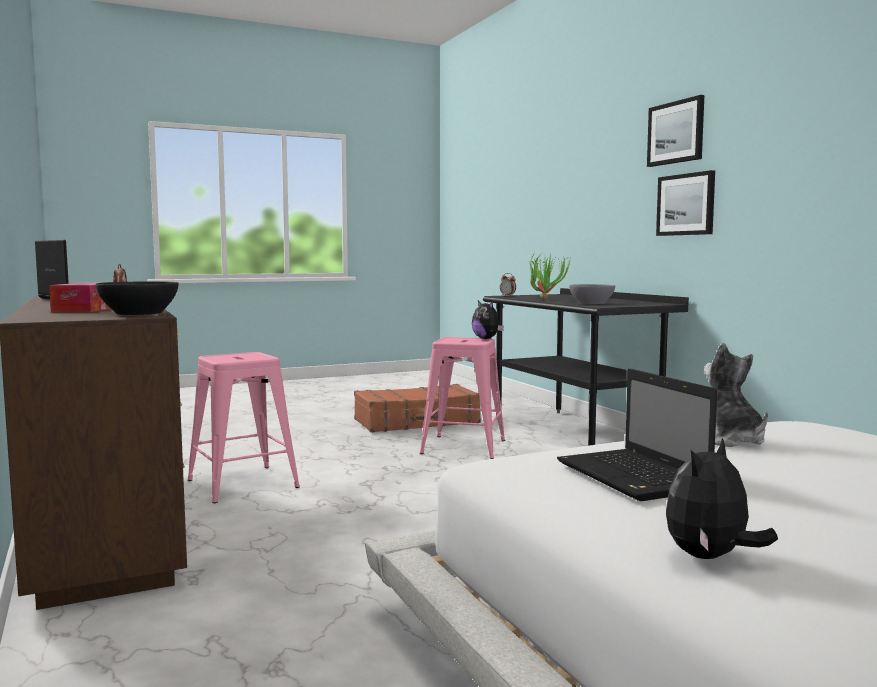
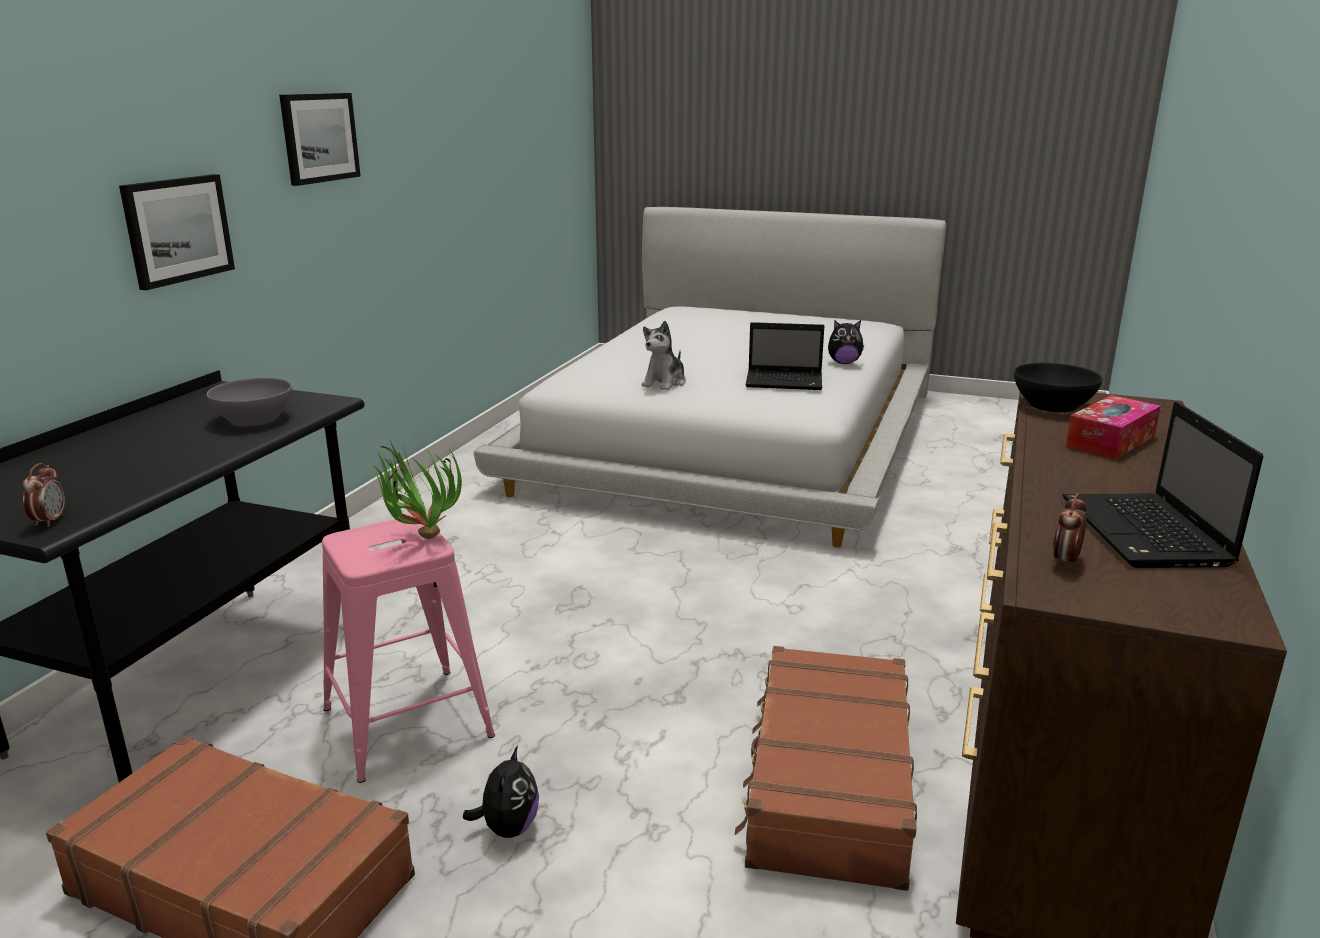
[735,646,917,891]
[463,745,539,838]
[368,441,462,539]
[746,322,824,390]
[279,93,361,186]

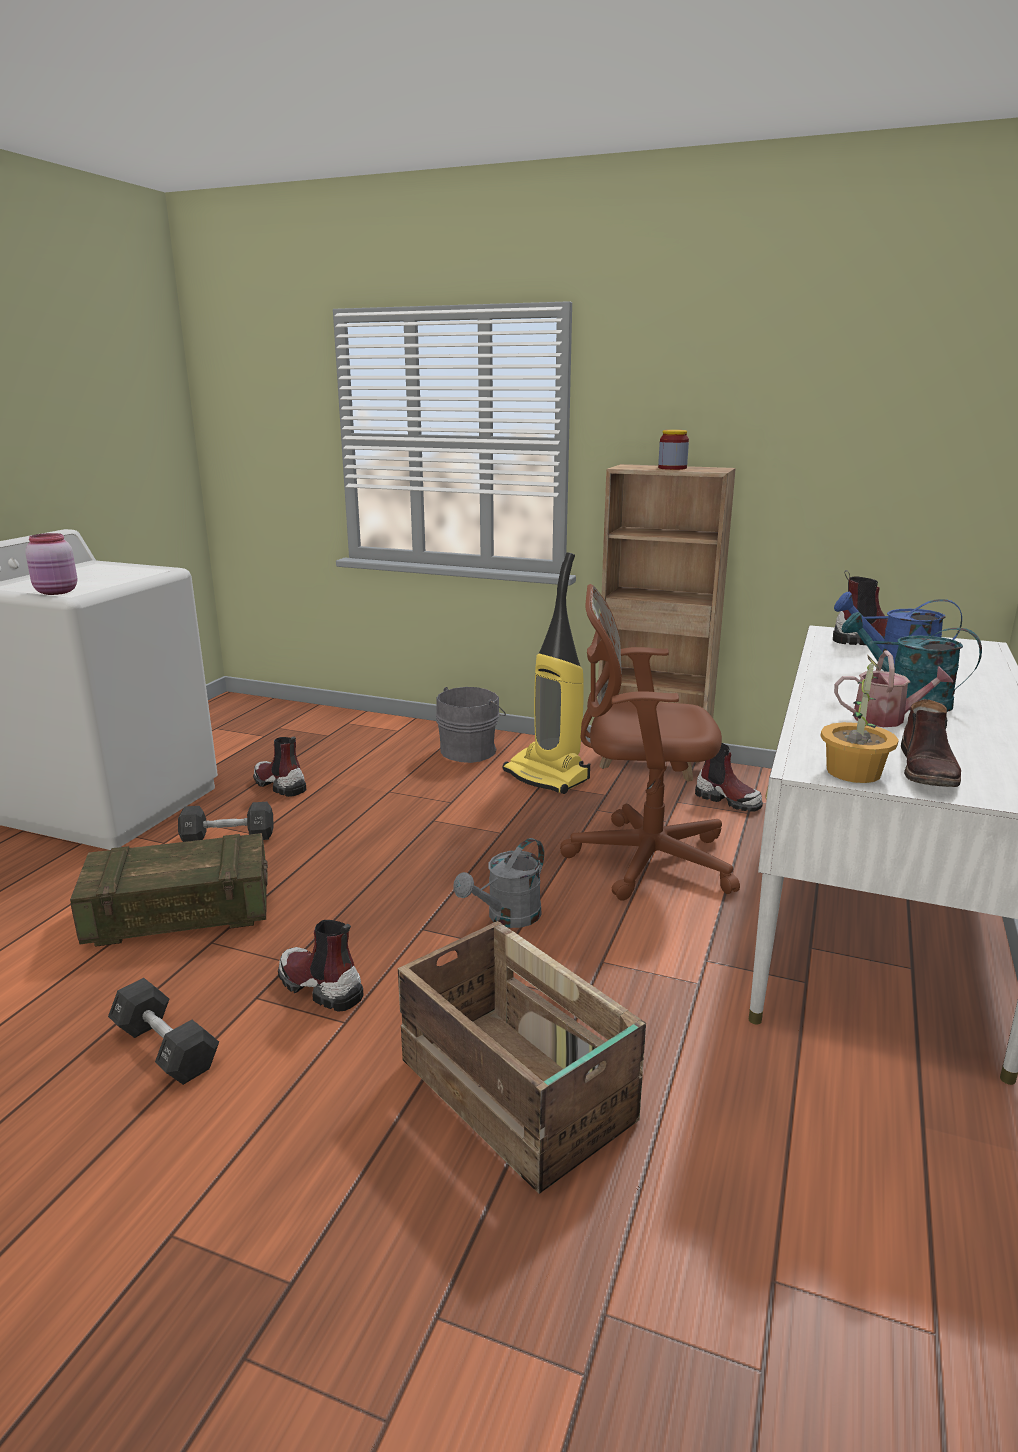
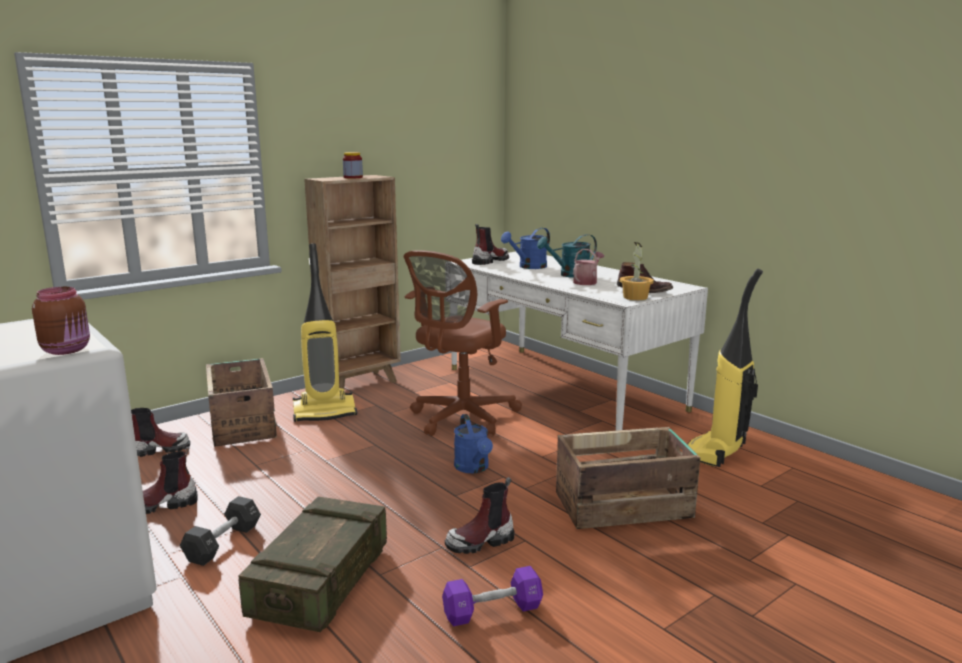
[32,287,90,355]
[442,566,543,627]
[206,358,277,447]
[454,414,493,473]
[131,408,190,457]
[682,269,763,467]

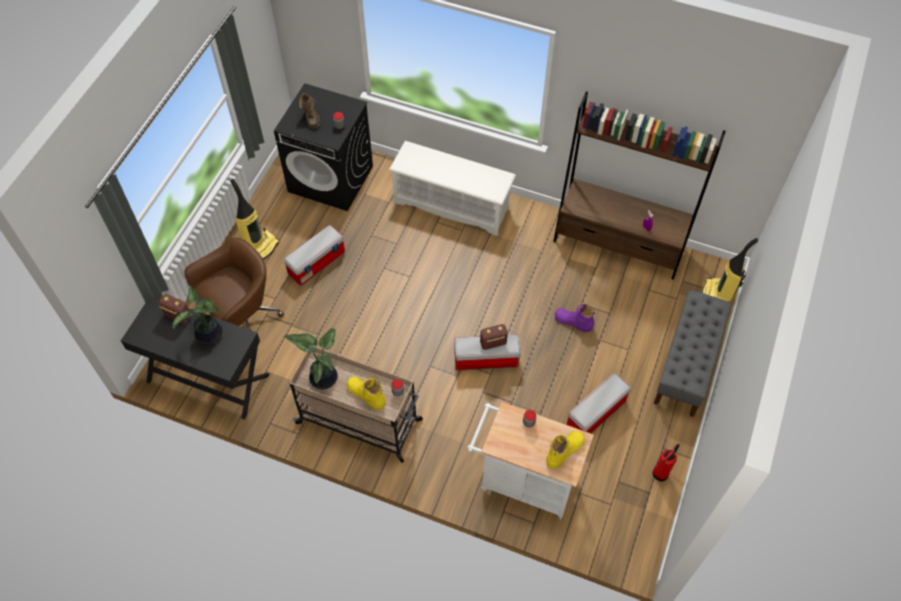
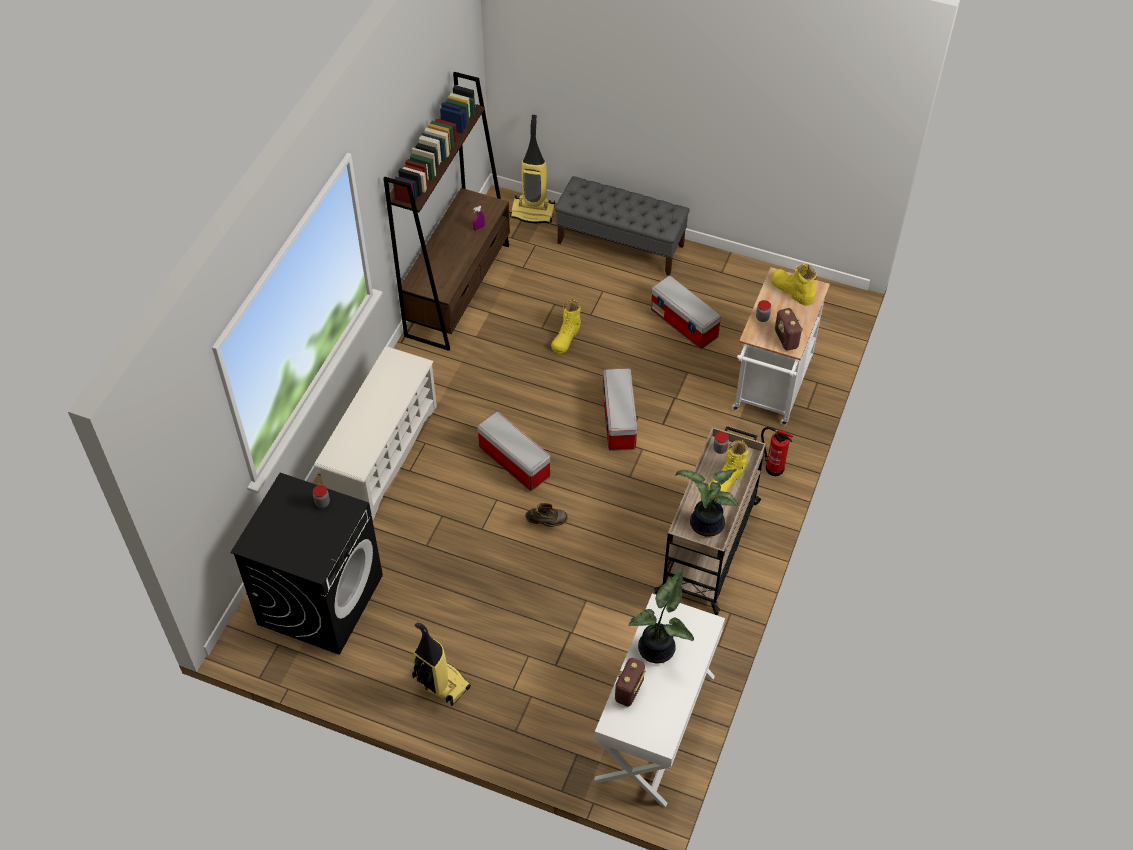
[594,594,725,807]
[184,237,284,330] (first image)
[477,412,550,491]
[525,503,568,527]
[775,308,803,351]
[551,300,581,354]
[761,427,794,476]

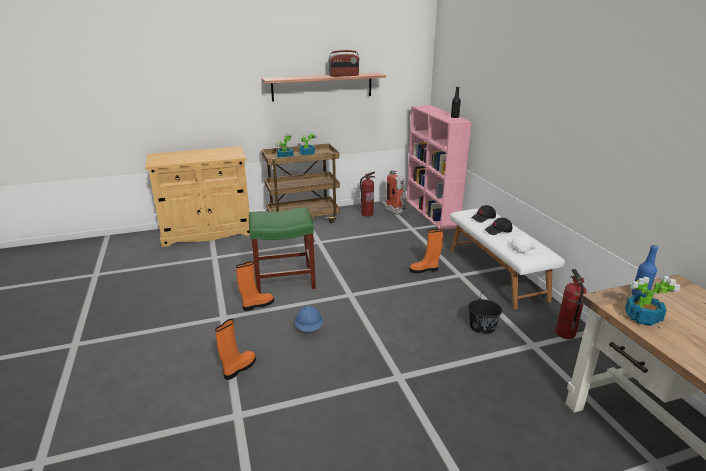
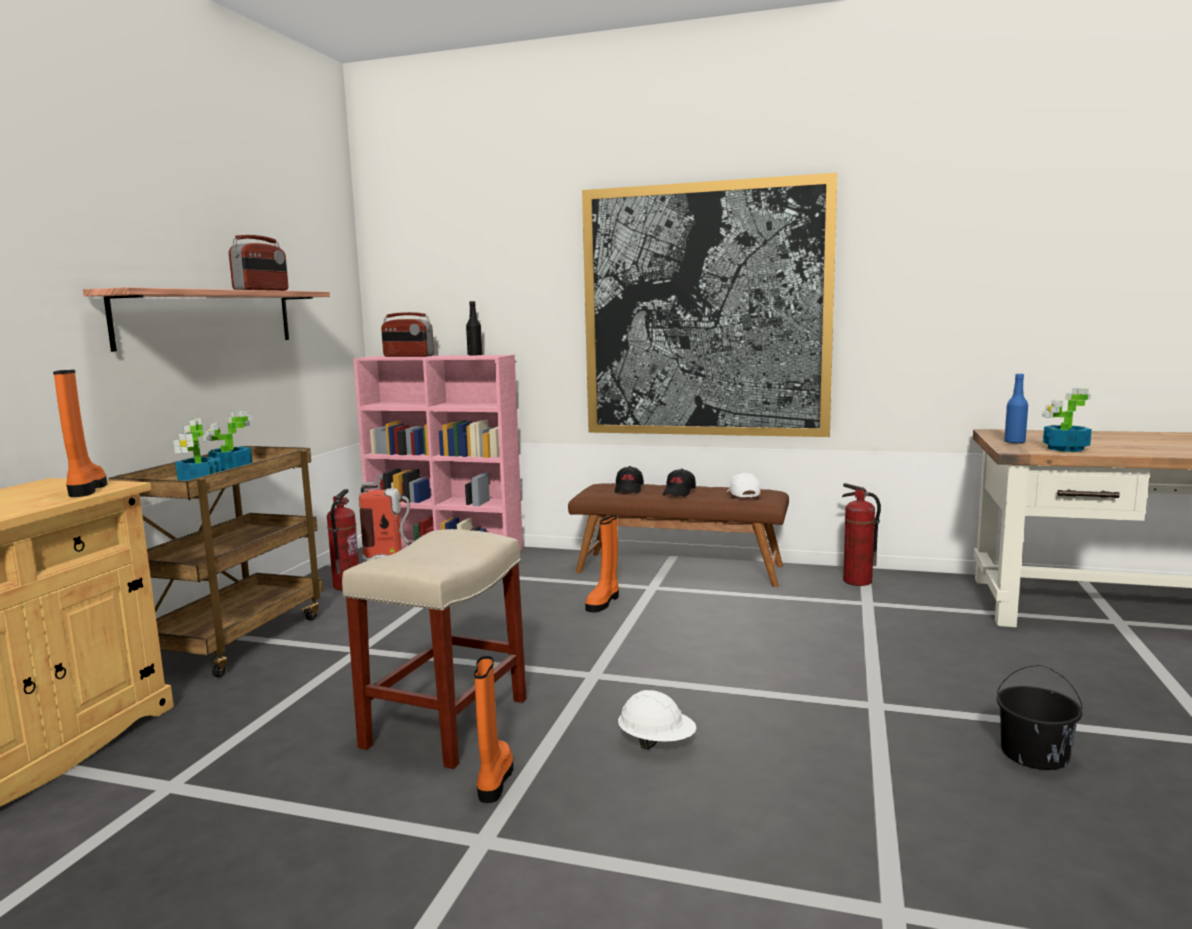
[53,370,107,497]
[342,529,527,769]
[618,690,696,749]
[568,483,789,587]
[997,665,1082,770]
[381,312,434,357]
[582,173,837,437]

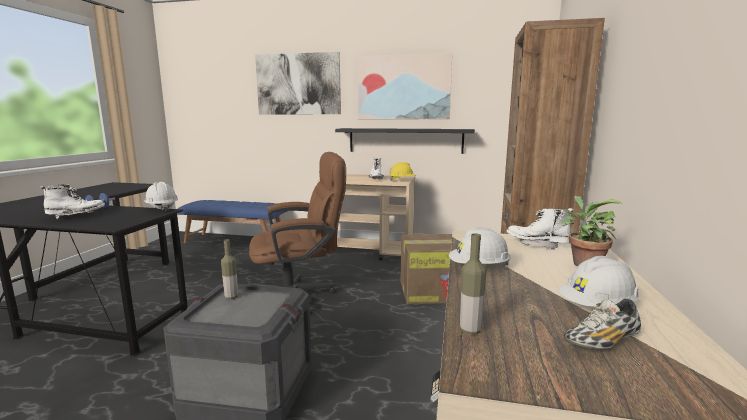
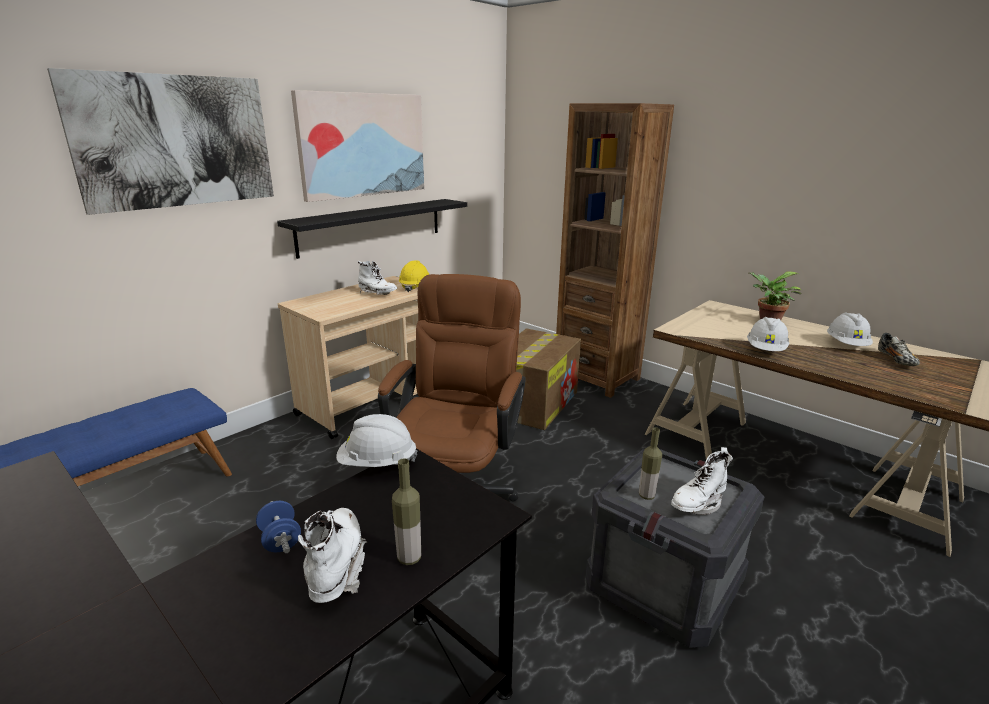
[392,458,421,565]
[671,447,733,515]

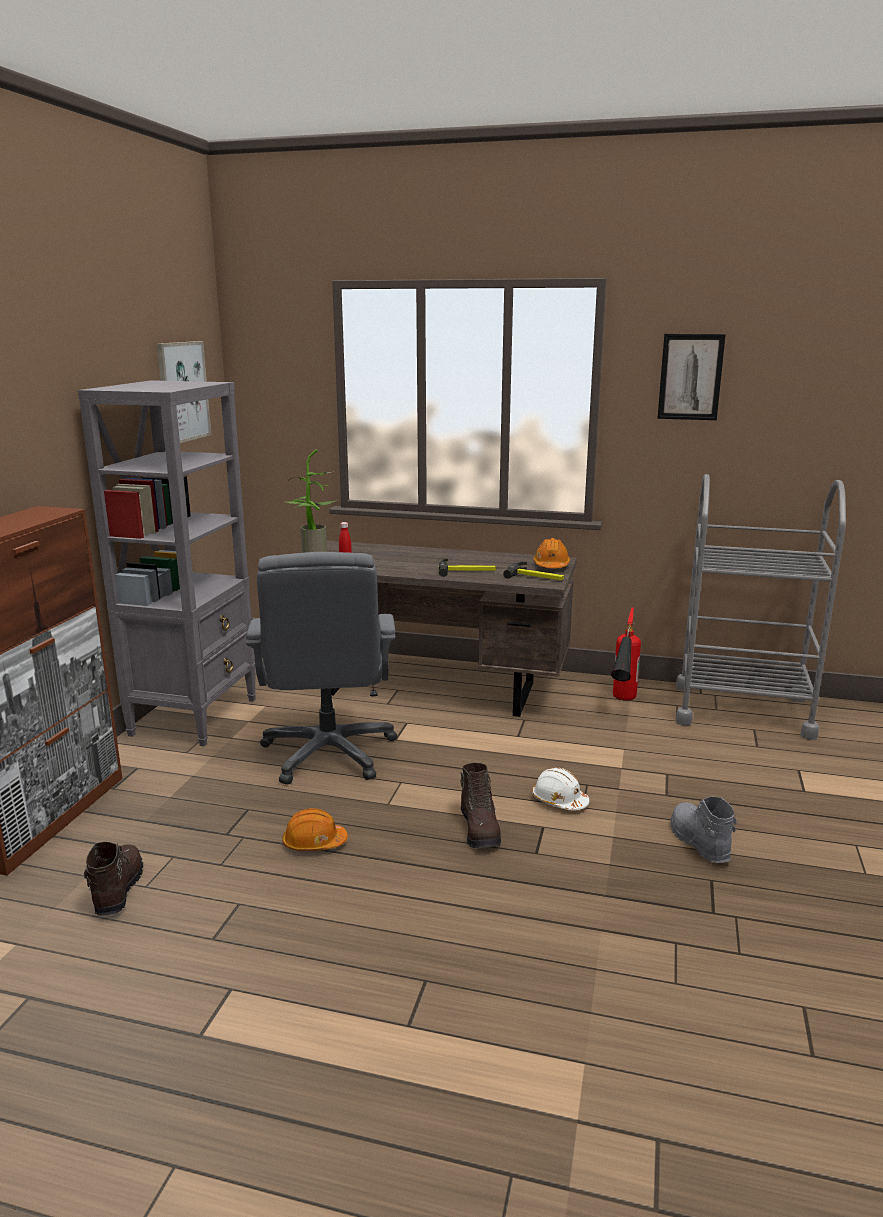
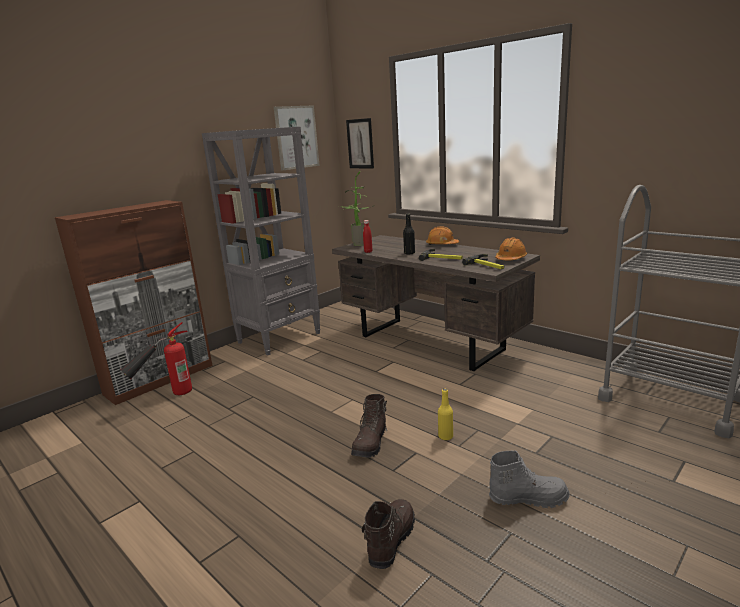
[362,499,415,569]
[246,552,397,784] (first image)
[426,226,459,245]
[438,389,453,440]
[119,322,192,395]
[346,118,374,168]
[489,450,570,508]
[403,214,415,255]

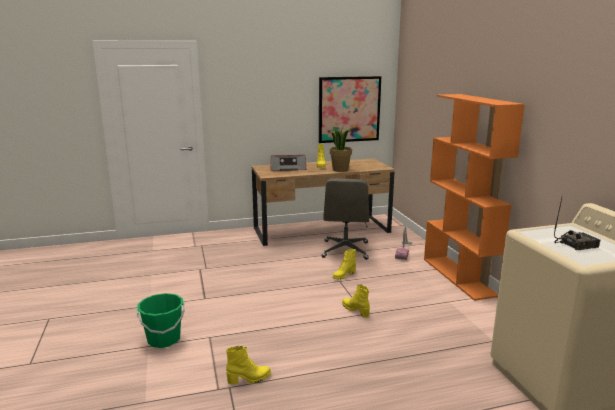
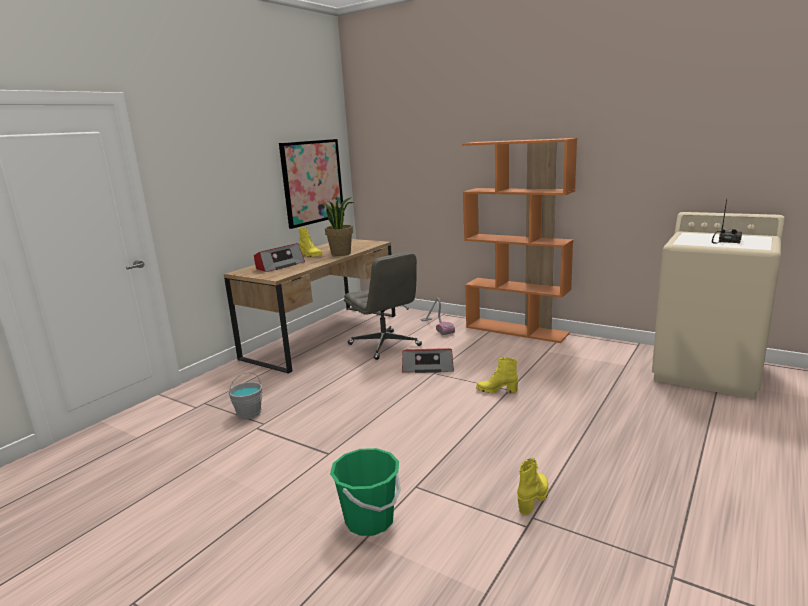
[402,348,454,373]
[228,372,262,419]

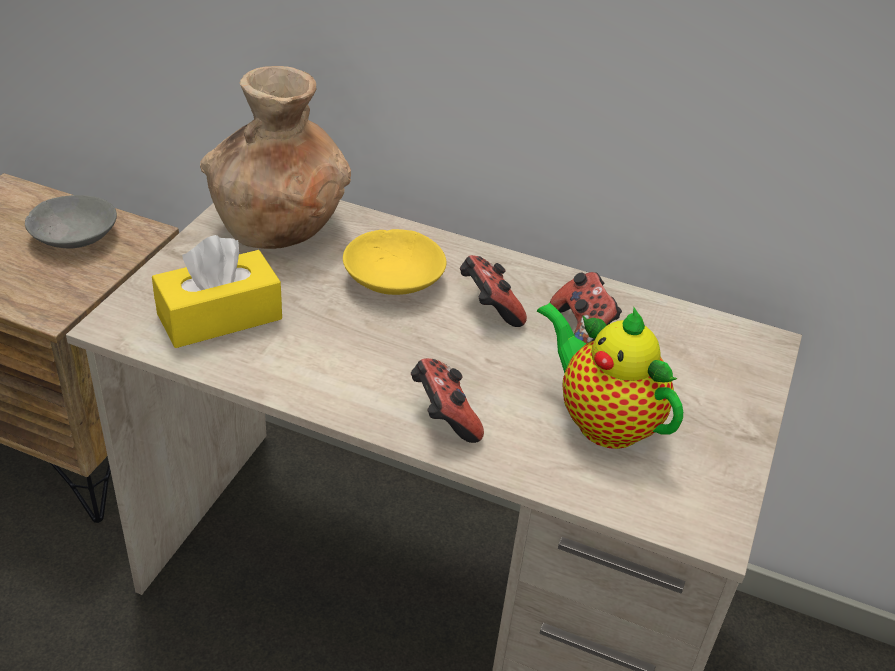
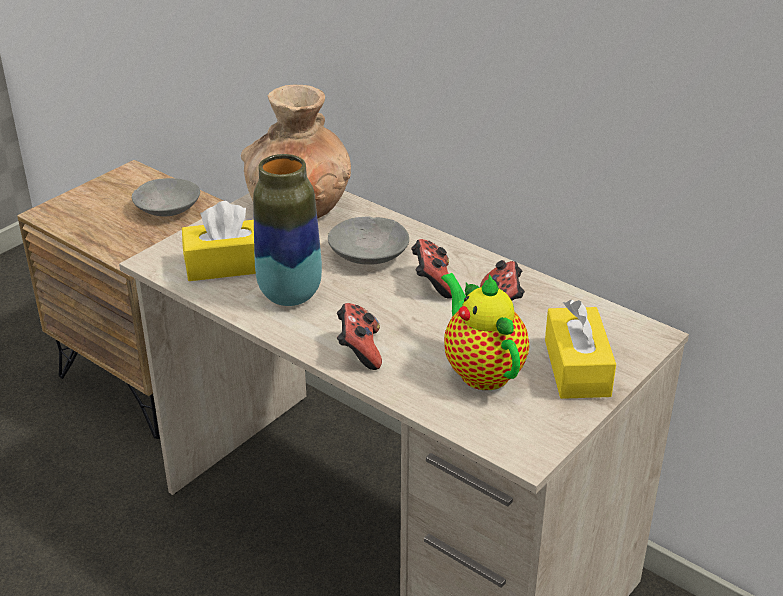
[328,216,409,265]
[253,154,322,306]
[545,300,616,399]

